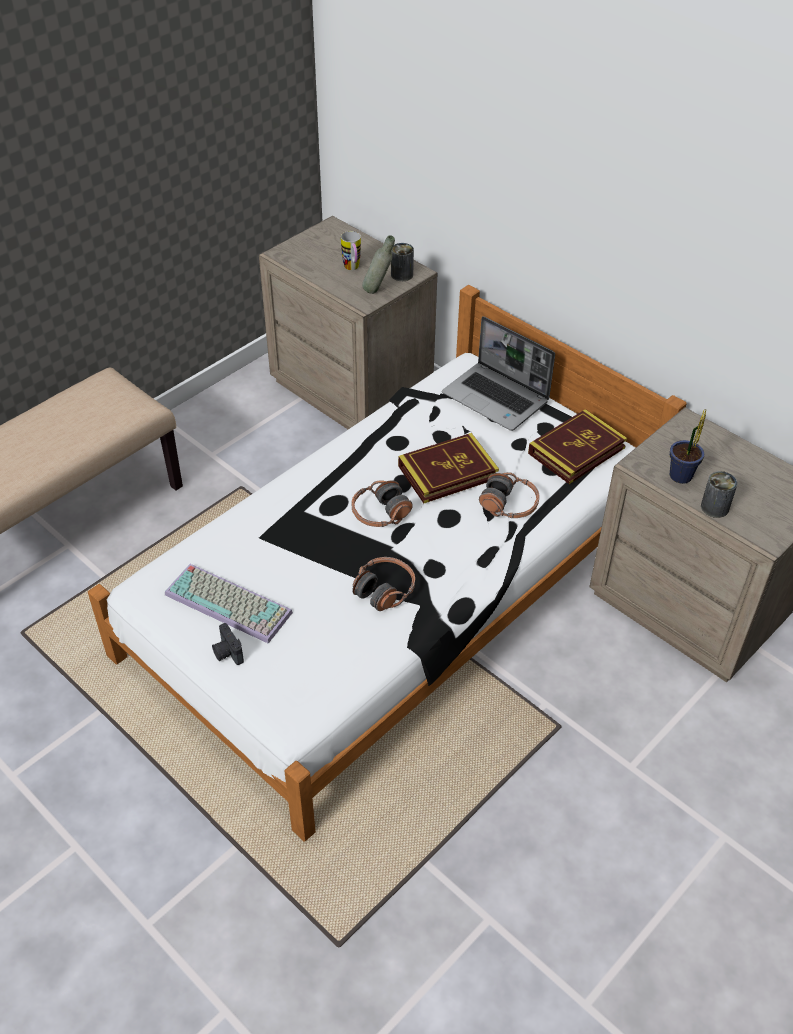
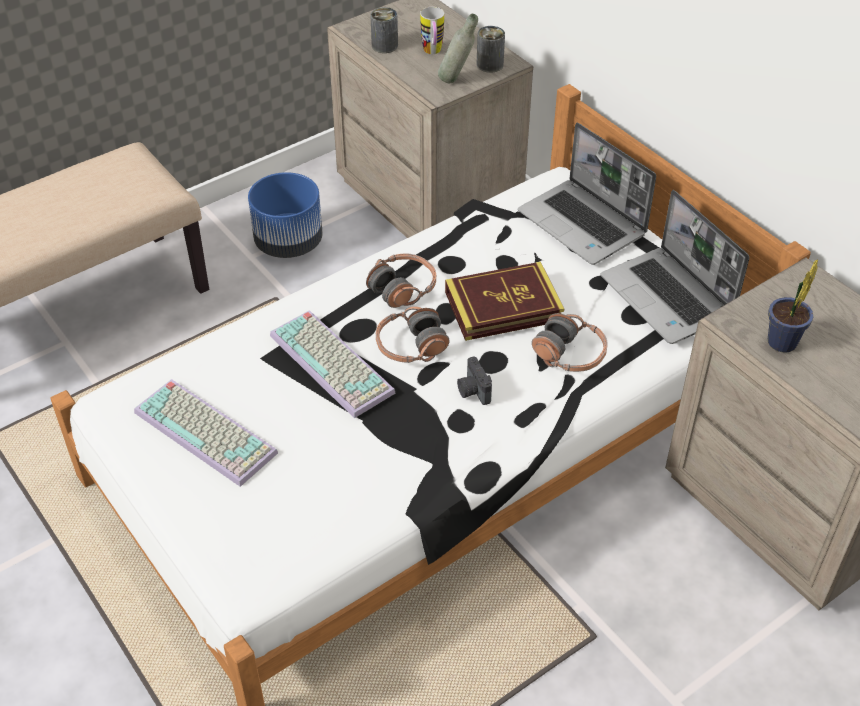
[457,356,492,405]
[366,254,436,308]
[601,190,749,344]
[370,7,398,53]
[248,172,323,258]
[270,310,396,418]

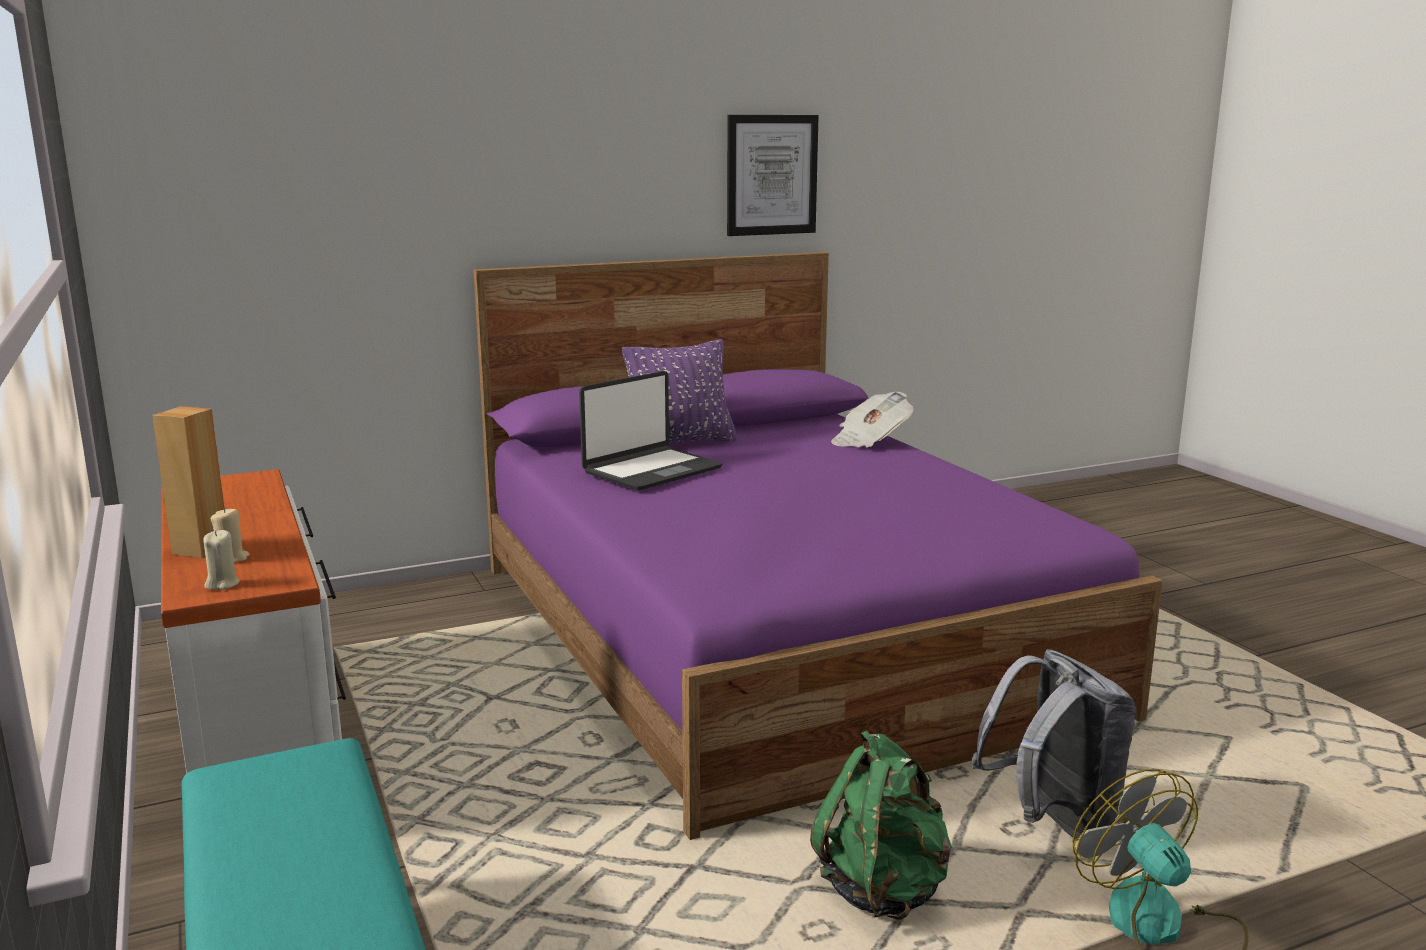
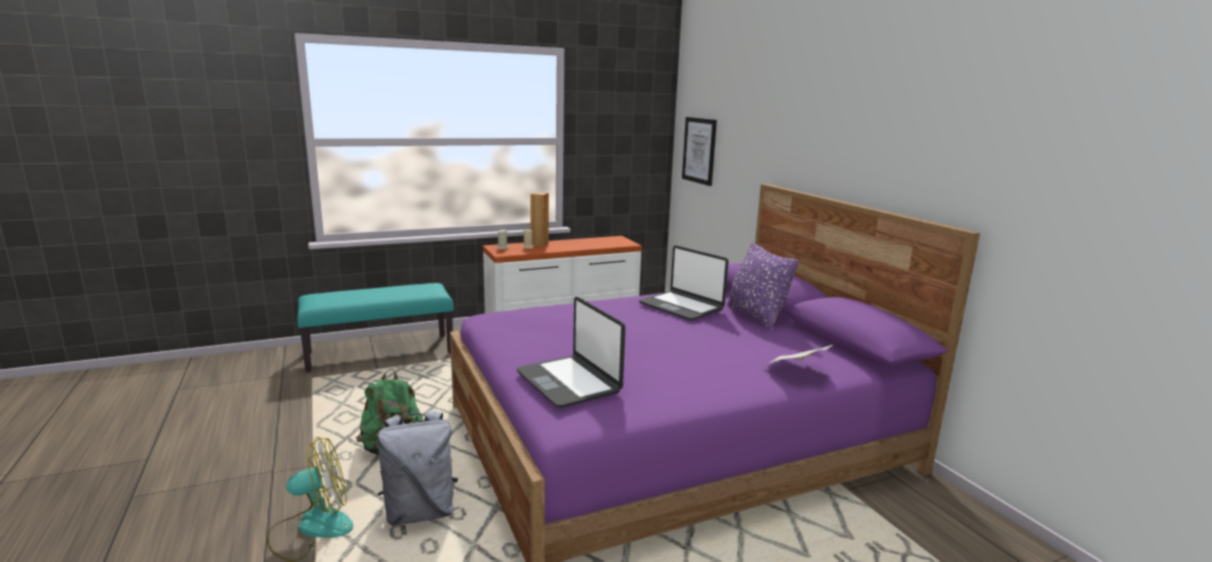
[682,117,717,186]
[517,296,625,408]

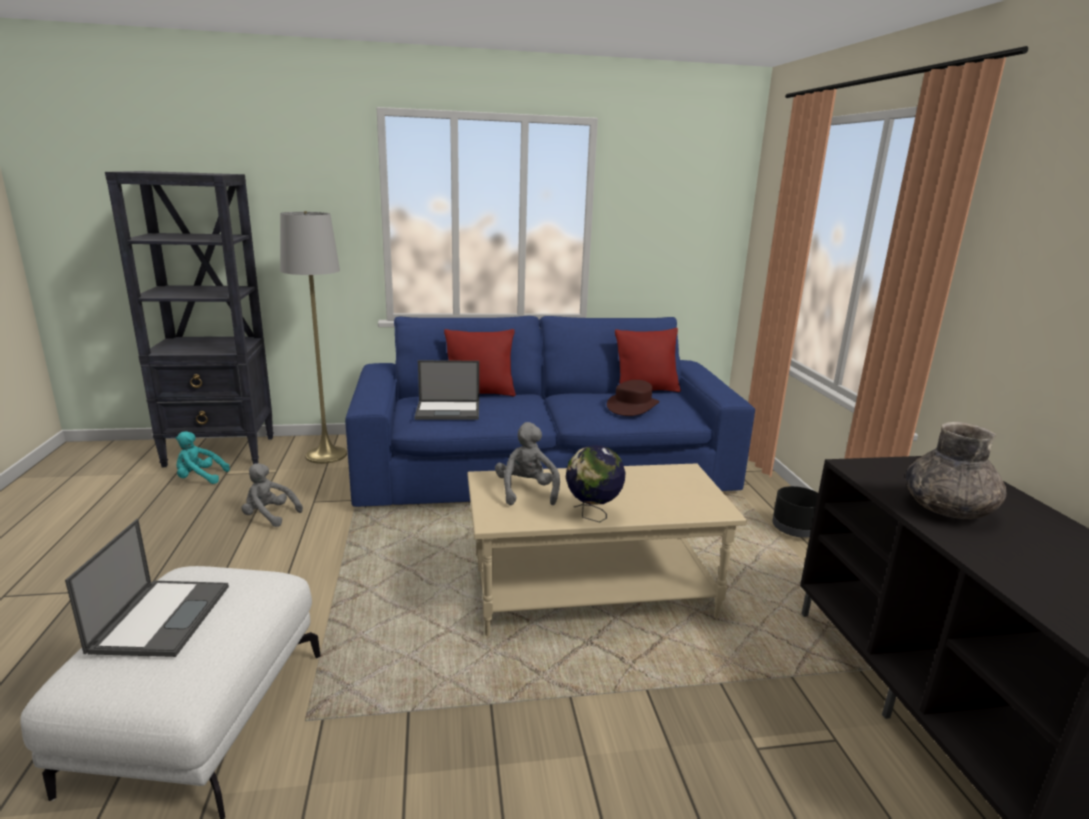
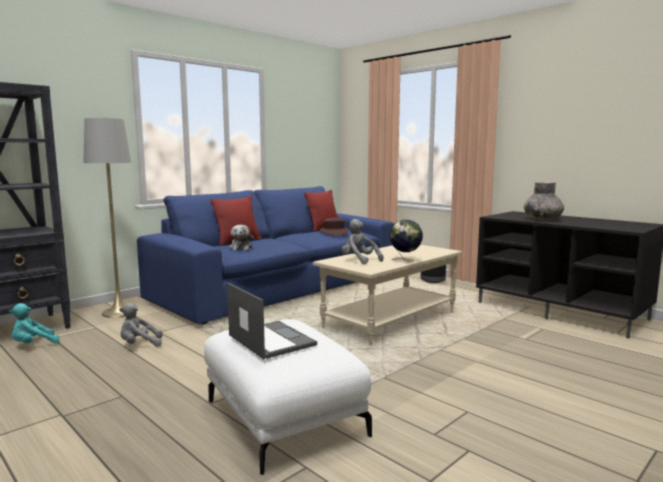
[229,225,254,250]

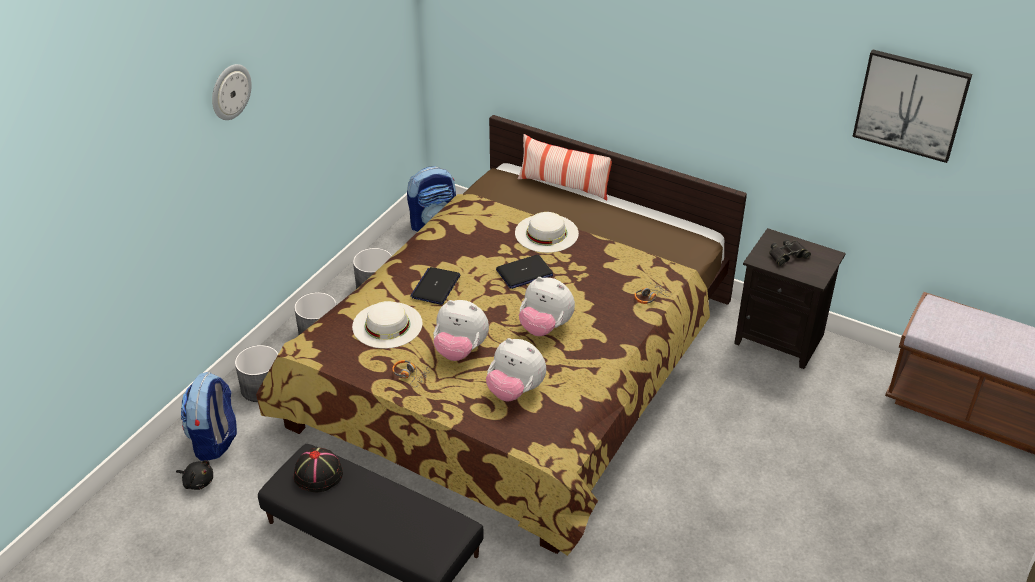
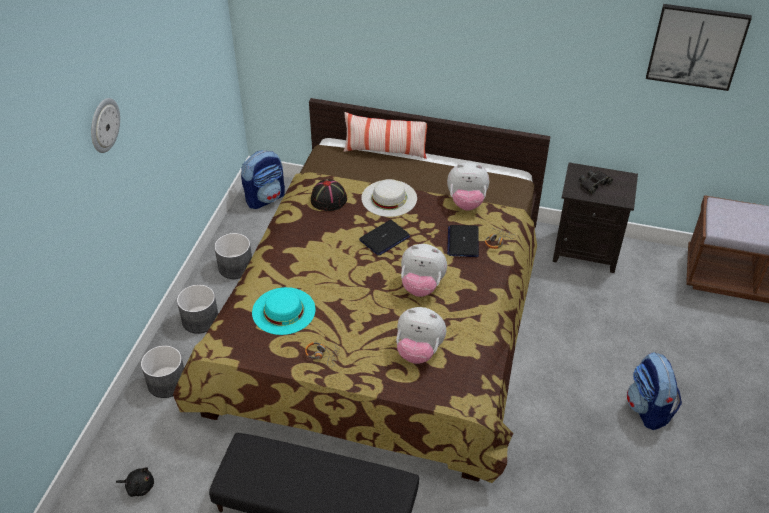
[627,352,682,430]
[311,179,347,211]
[252,287,316,335]
[447,225,479,257]
[447,162,489,211]

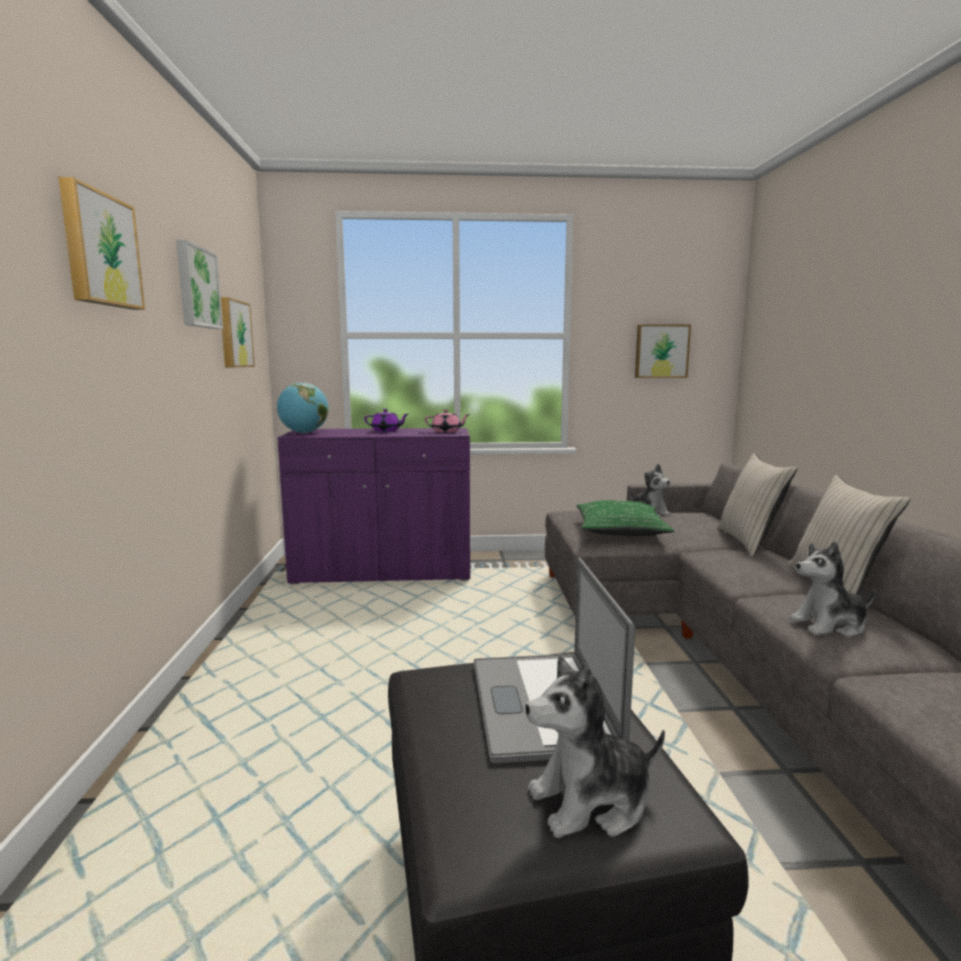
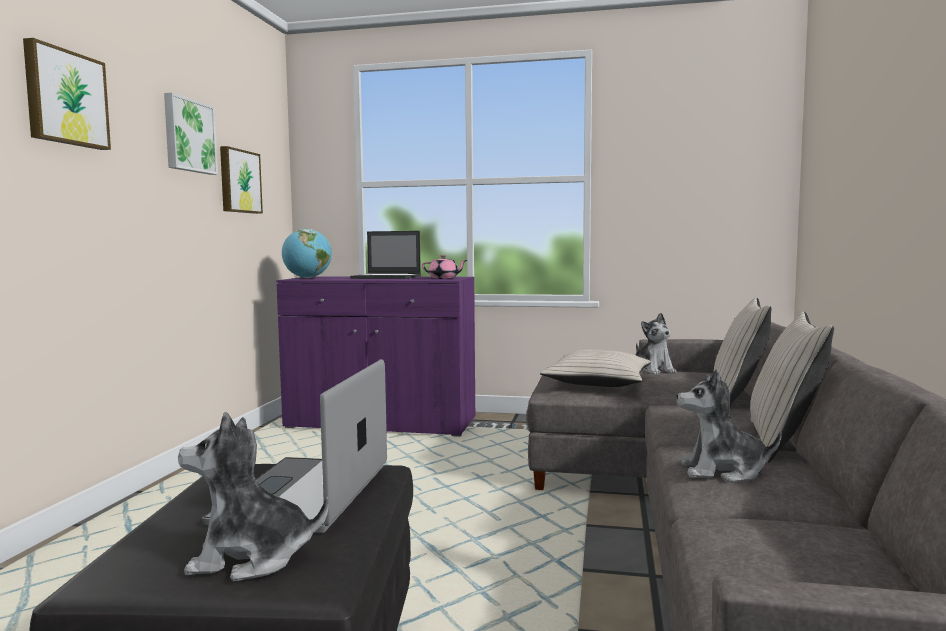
[350,231,421,279]
[540,350,651,387]
[635,324,691,378] (first image)

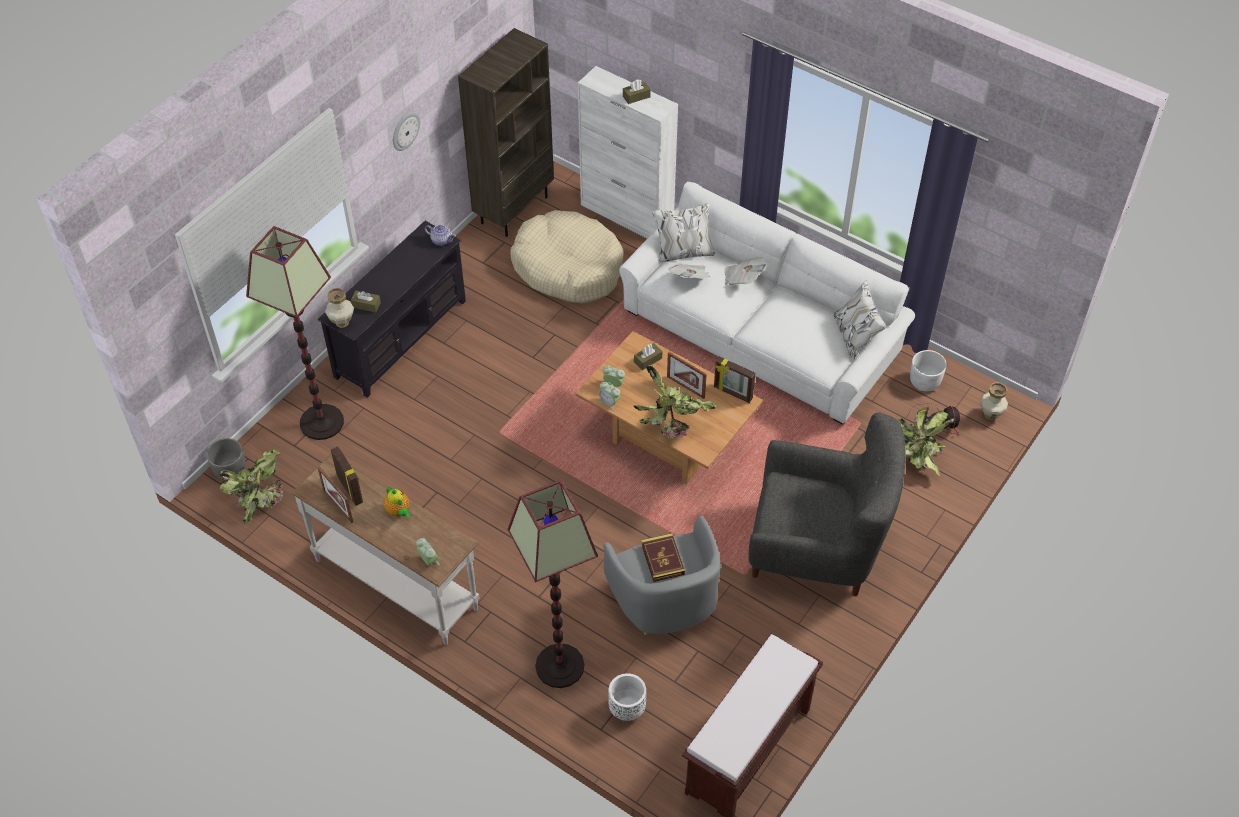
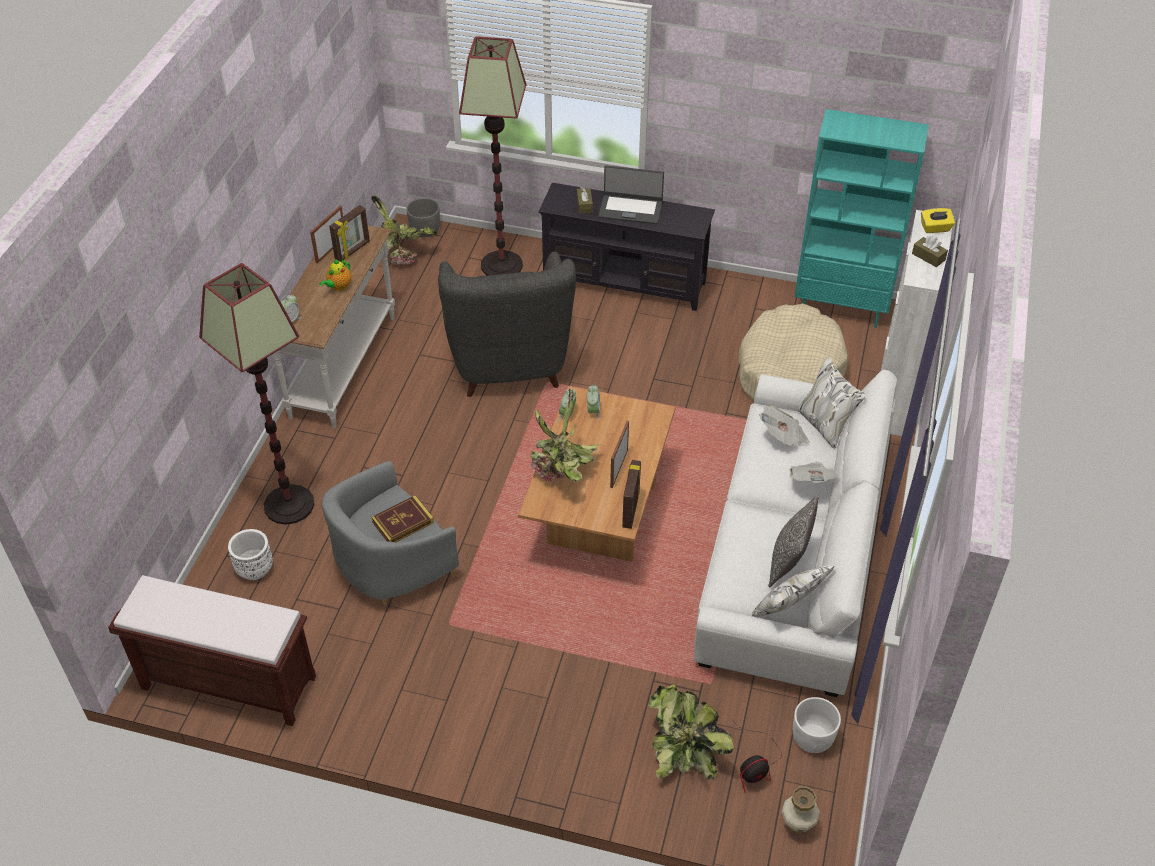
[325,288,354,328] (first image)
[393,112,420,151] (first image)
[425,225,456,246] (first image)
[794,109,929,328]
[634,343,662,370] (first image)
[438,252,576,397]
[598,165,664,224]
[768,494,819,588]
[921,208,955,233]

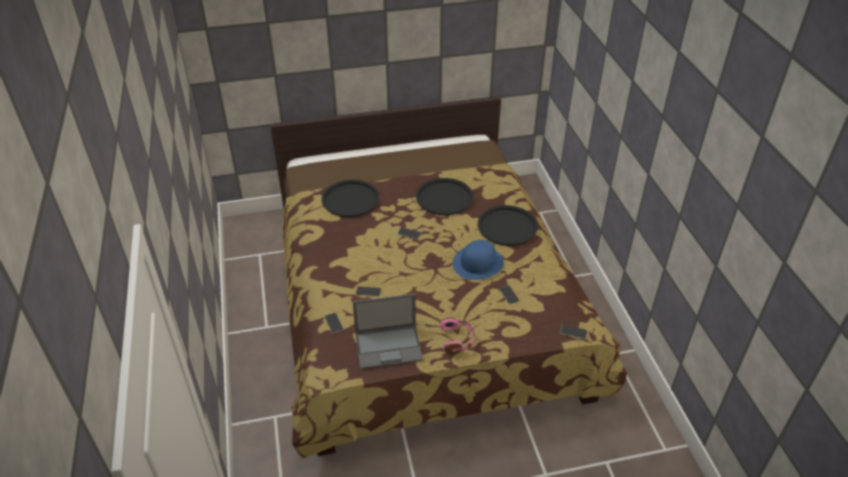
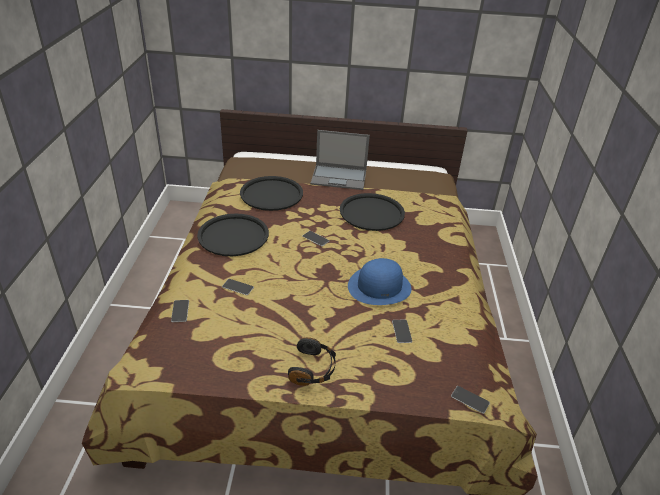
[311,130,370,190]
[288,337,336,386]
[197,214,269,256]

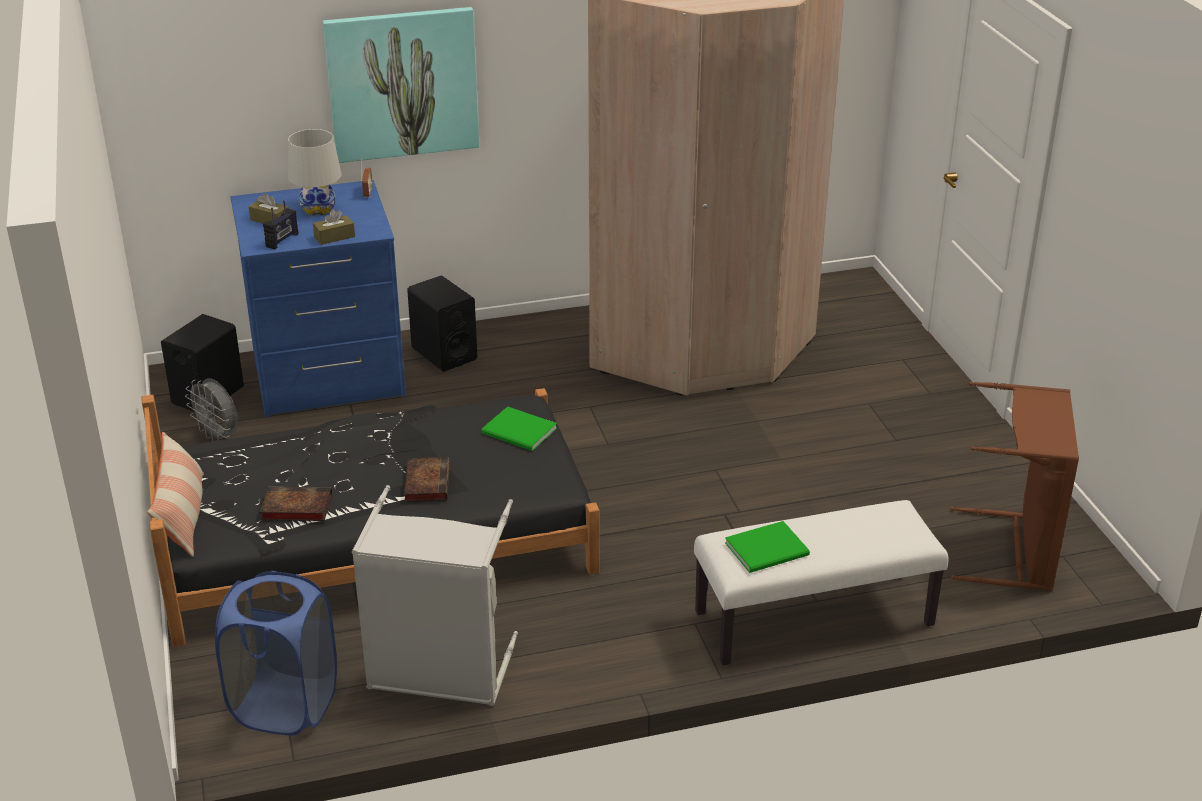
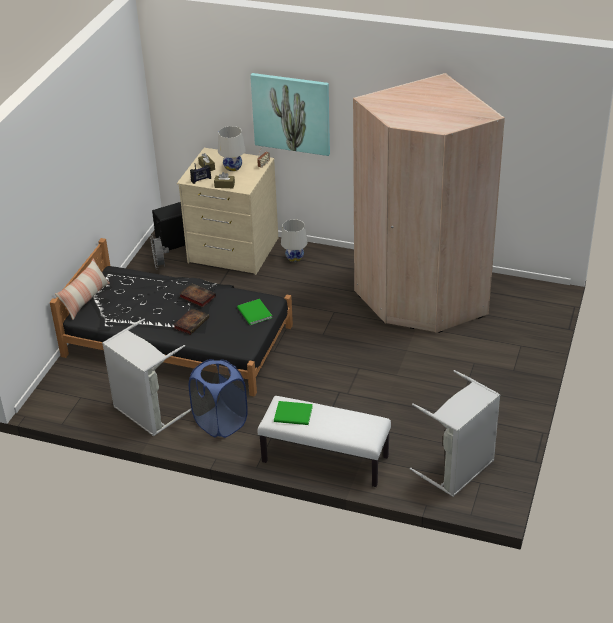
[189,359,248,438]
[177,148,278,275]
[179,284,216,307]
[281,219,308,262]
[410,370,500,497]

